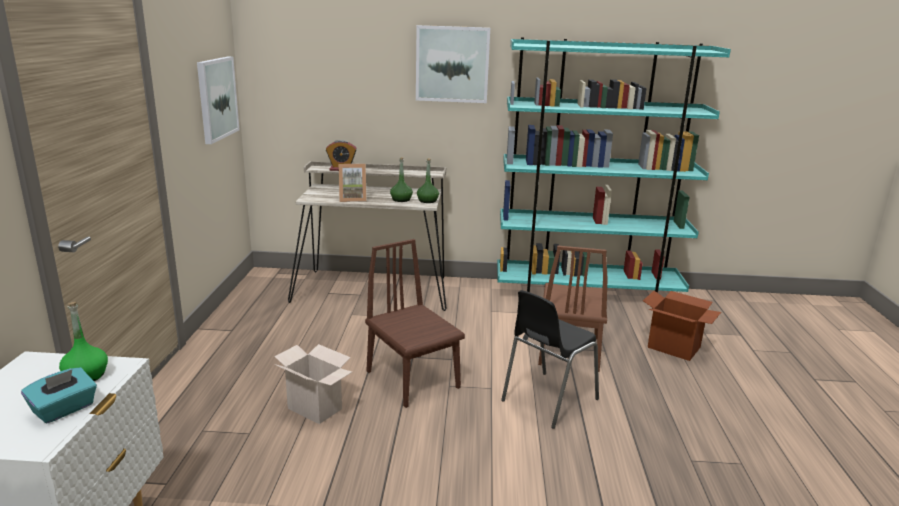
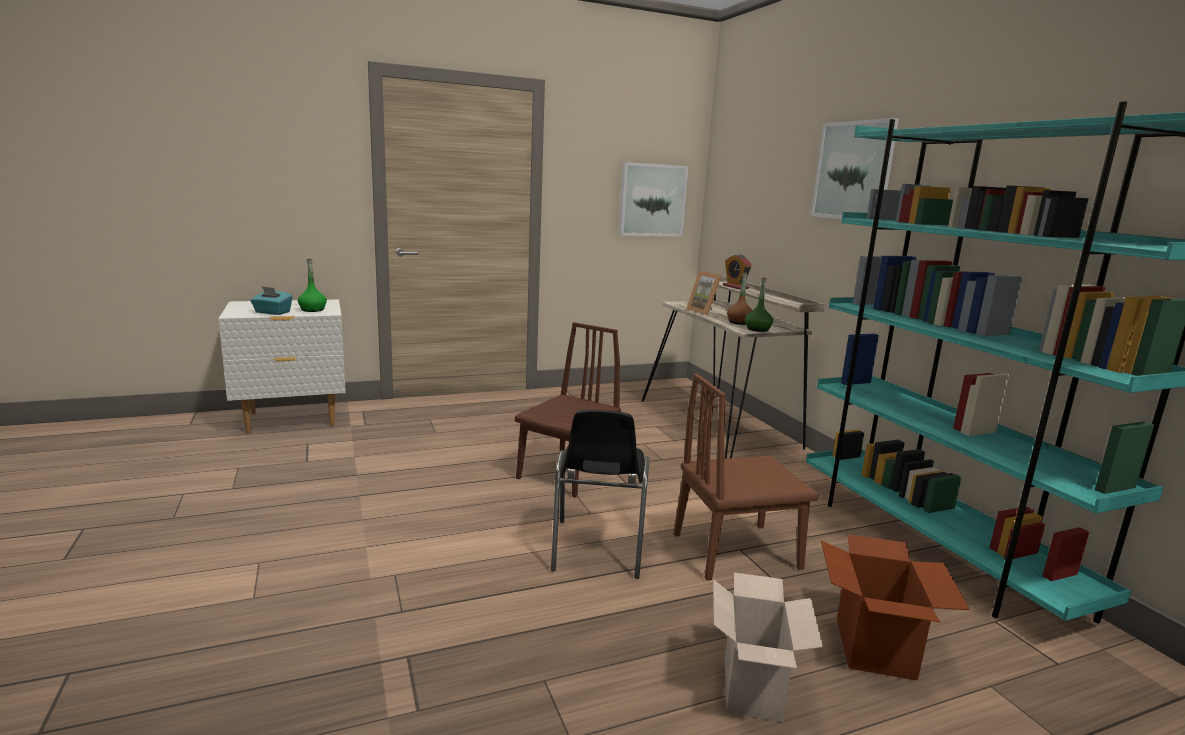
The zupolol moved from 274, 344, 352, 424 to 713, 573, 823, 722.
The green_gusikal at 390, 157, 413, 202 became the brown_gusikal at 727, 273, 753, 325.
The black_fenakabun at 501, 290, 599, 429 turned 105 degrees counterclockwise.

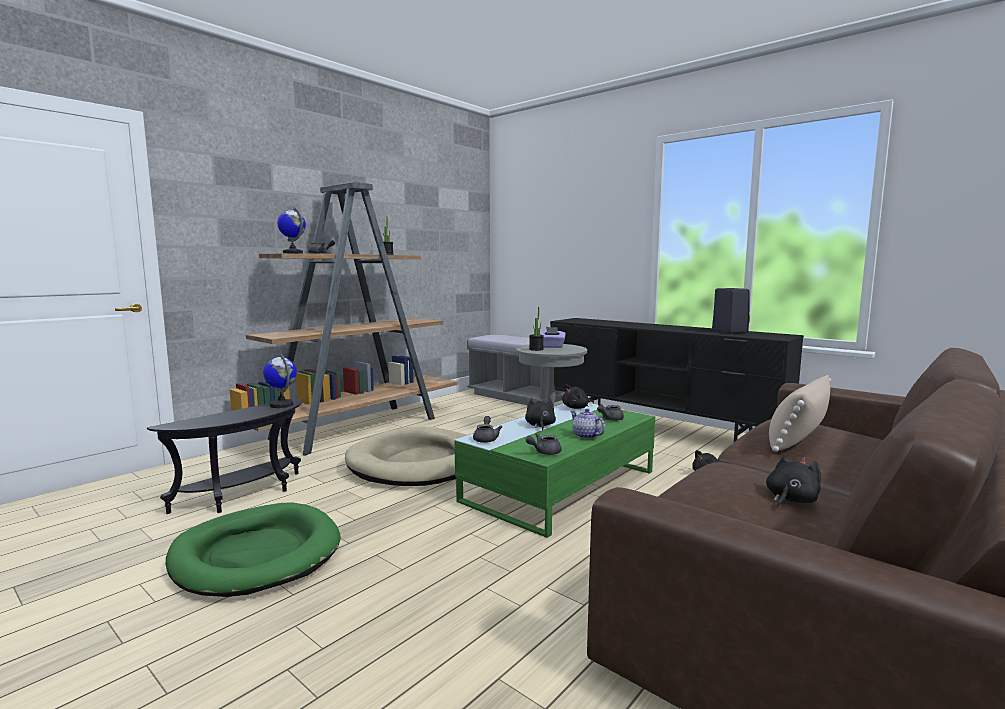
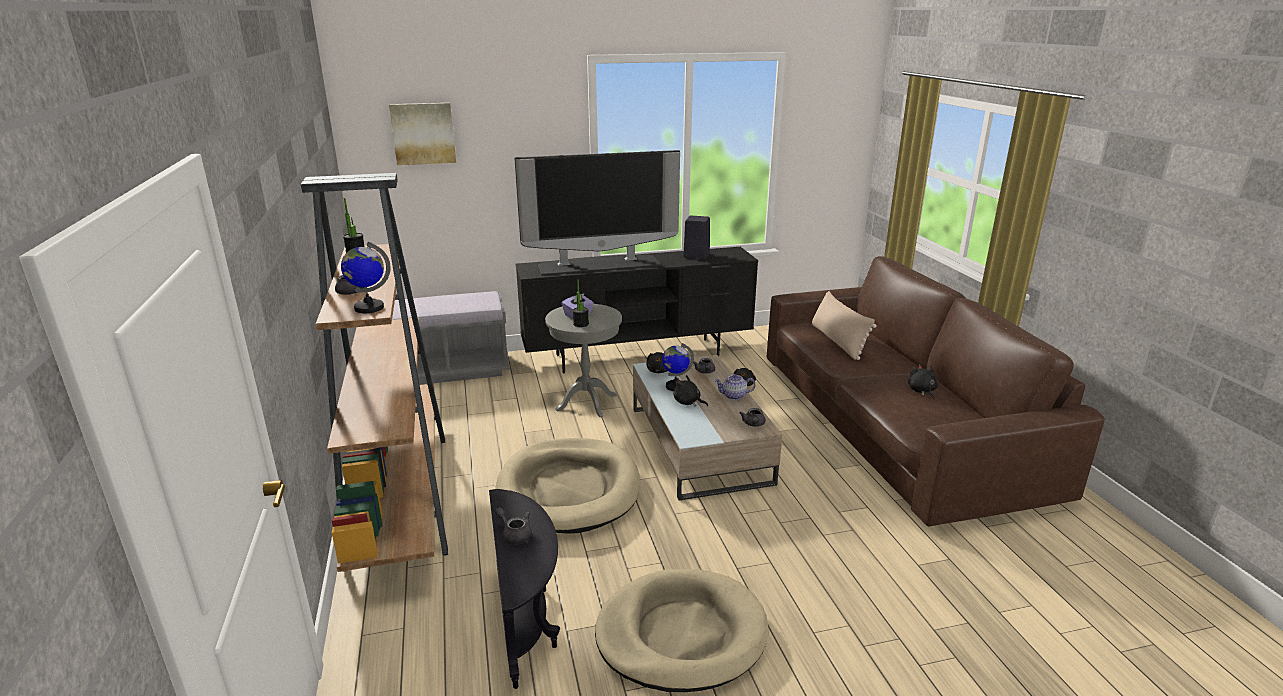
The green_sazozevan at 166, 503, 341, 597 became the beige_sazozevan at 595, 569, 768, 692.
The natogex moved from 263, 354, 297, 408 to 662, 343, 694, 391.
The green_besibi at 455, 403, 655, 538 became the beige_besibi at 633, 355, 782, 500.
The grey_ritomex moved from 473, 416, 502, 443 to 495, 507, 532, 544.
The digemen at 389, 103, 456, 165 appeared.
The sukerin at 514, 150, 680, 276 appeared.

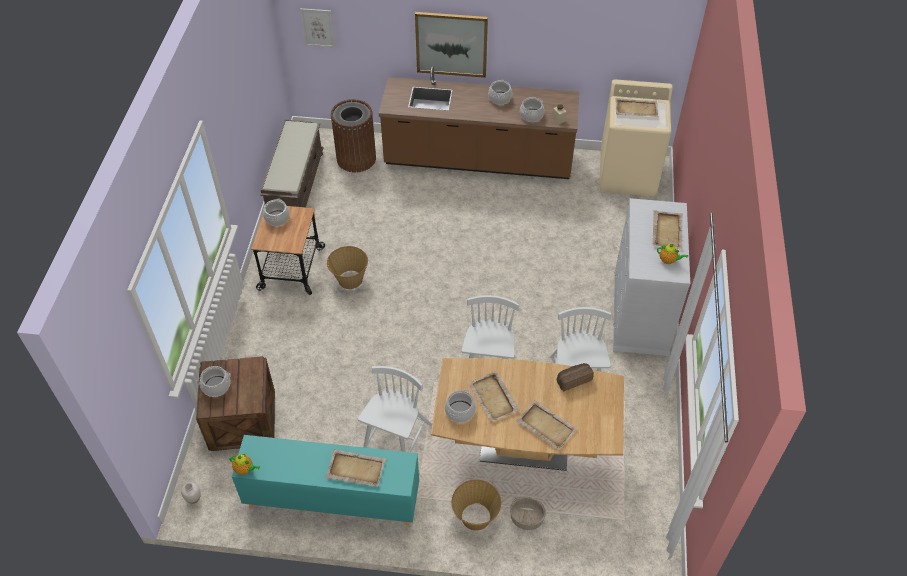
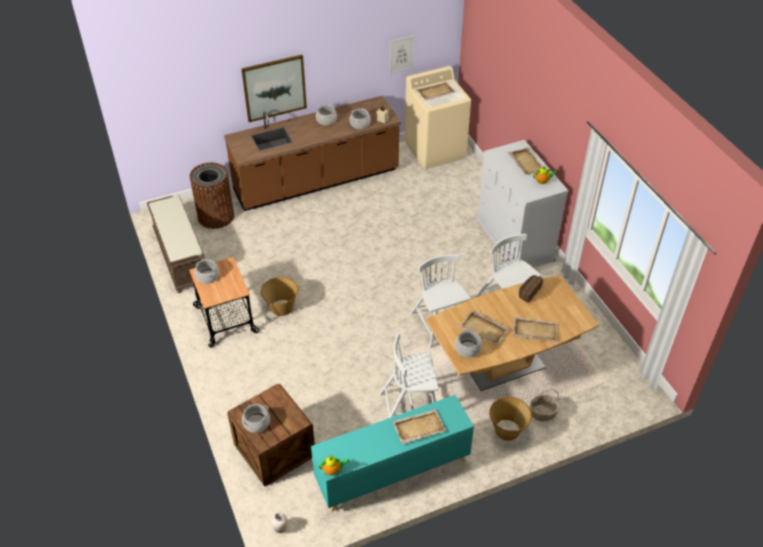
The digemen moved from 300, 8, 335, 48 to 390, 35, 414, 74.
The white_fenakabun at 358, 366, 432, 452 turned 90 degrees counterclockwise.

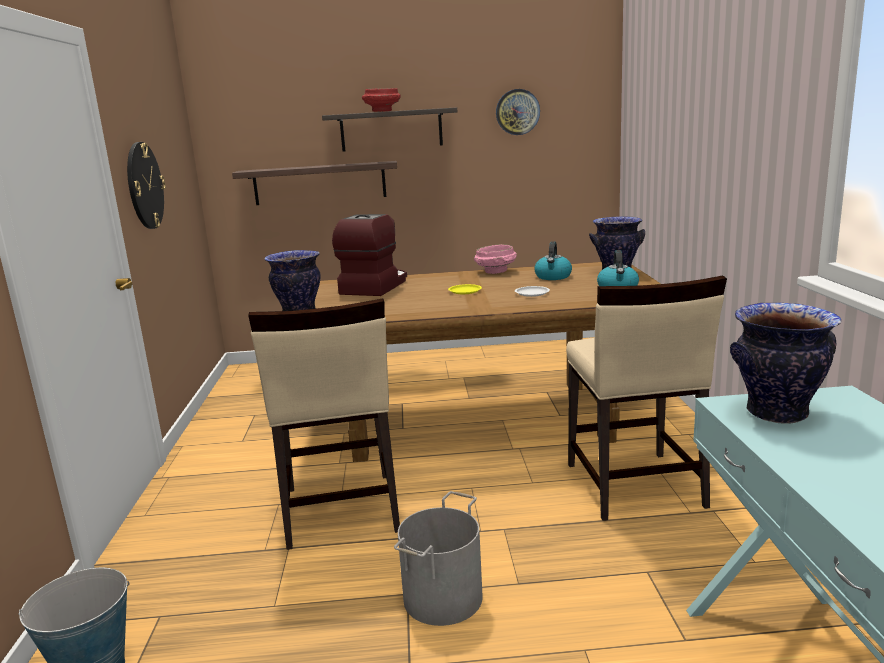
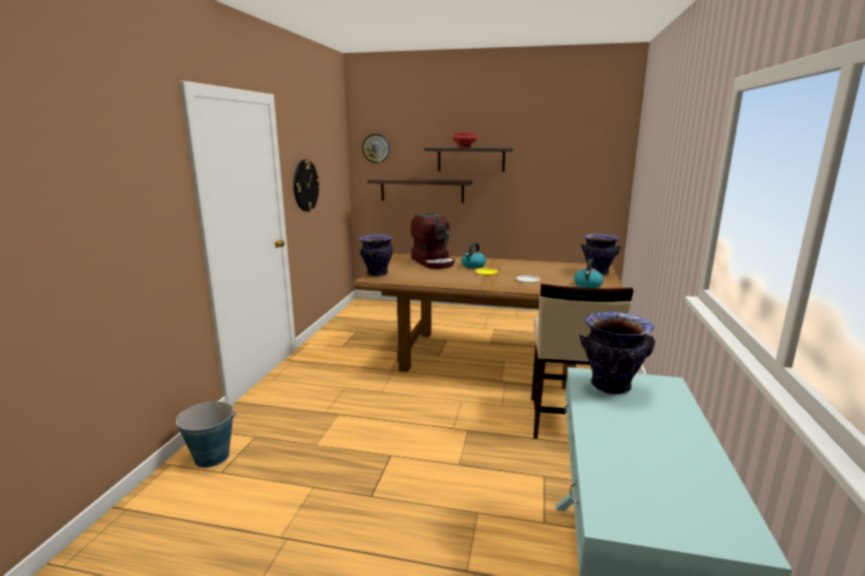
The beige_fenakabun at 248, 298, 400, 550 disappeared.
The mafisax at 332, 214, 407, 296 turned 120 degrees clockwise.
The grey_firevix at 394, 491, 483, 626 disappeared.
The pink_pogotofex at 474, 244, 517, 274 disappeared.
The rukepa moved from 496, 89, 540, 135 to 362, 134, 390, 163.
The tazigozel moved from 534, 241, 572, 280 to 461, 243, 486, 268.

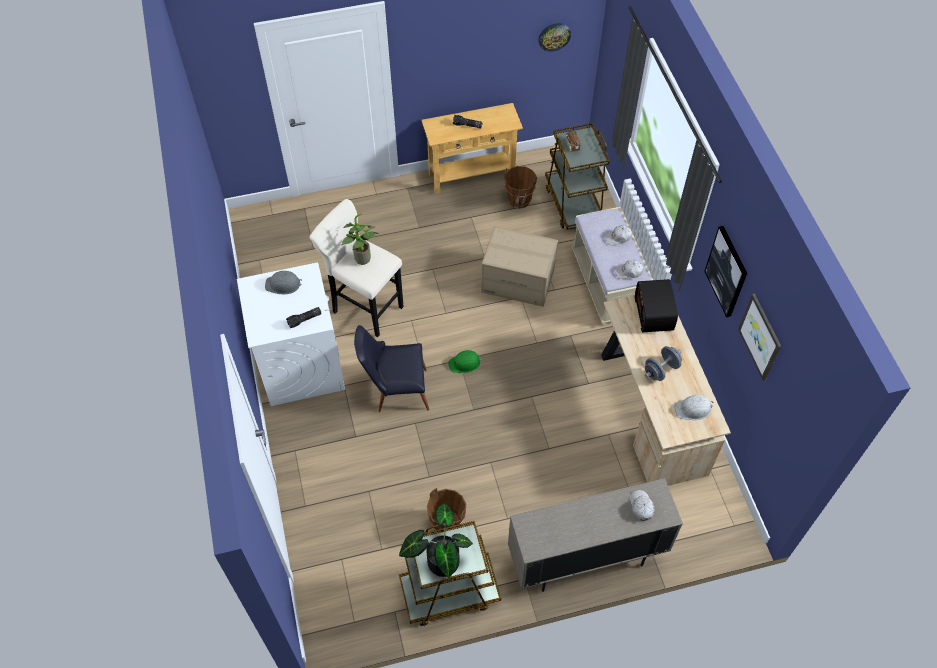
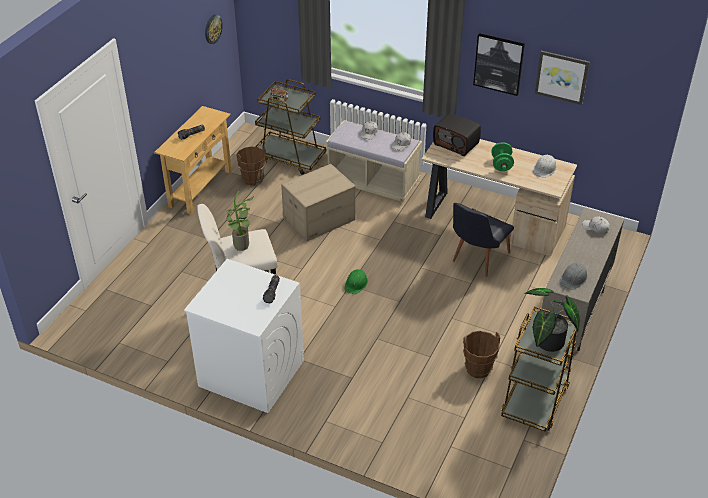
The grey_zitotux moved from 265, 271, 302, 294 to 559, 263, 588, 290.
The black_fenakabun moved from 354, 325, 430, 412 to 453, 203, 514, 277.
The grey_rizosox at 645, 346, 682, 381 became the green_rizosox at 491, 142, 514, 171.

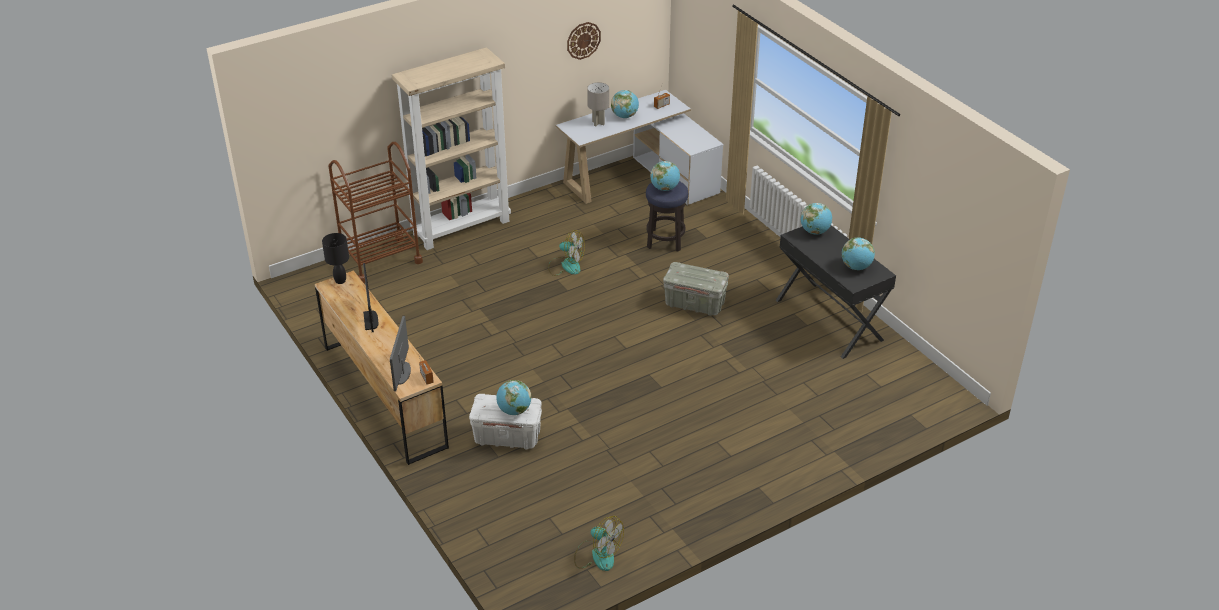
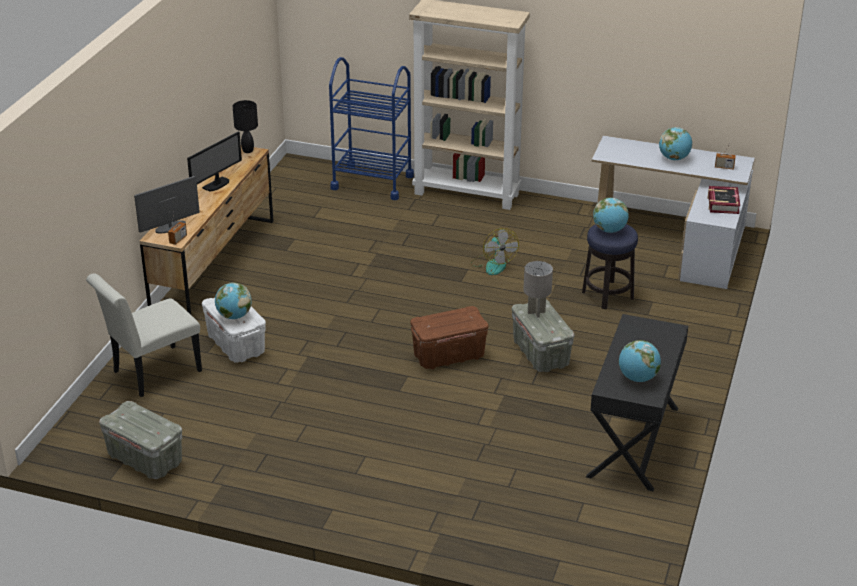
The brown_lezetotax at 328, 142, 423, 283 became the blue_lezetotax at 329, 57, 414, 200.
The rukepa at 567, 22, 601, 60 disappeared.
The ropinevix at 574, 516, 624, 571 was replaced by the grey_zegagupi at 99, 401, 182, 479.
The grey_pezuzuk moved from 587, 82, 609, 126 to 523, 261, 553, 318.
The natogex at 801, 203, 832, 234 disappeared.
The white_fenakabun at 86, 273, 202, 397 appeared.
The brown_zegagupi at 410, 306, 488, 369 appeared.
The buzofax at 708, 186, 740, 214 appeared.

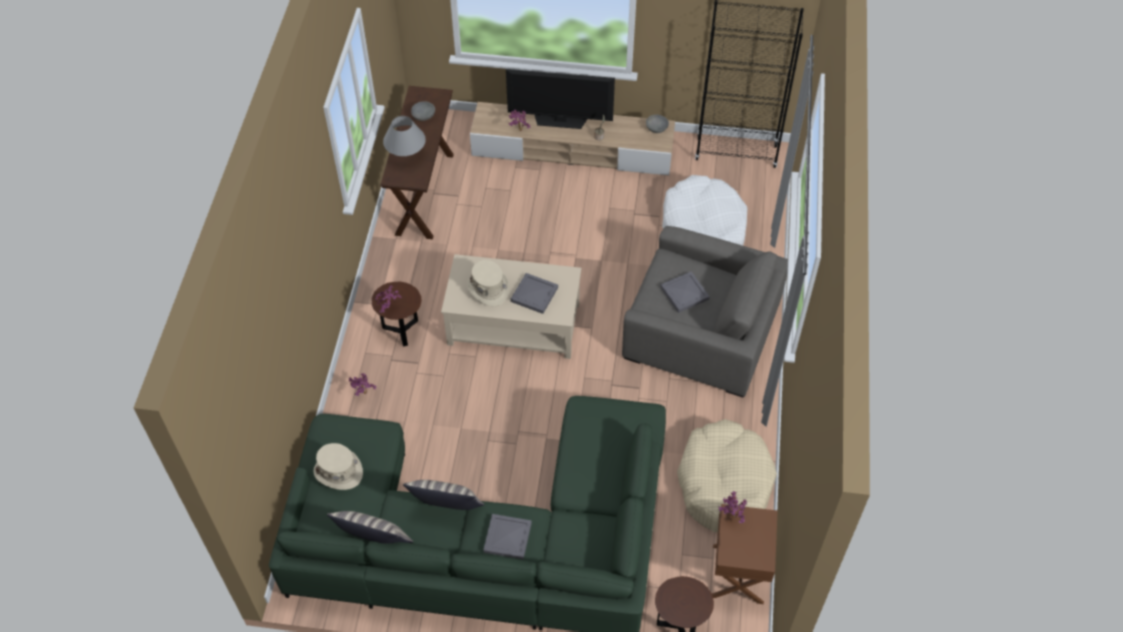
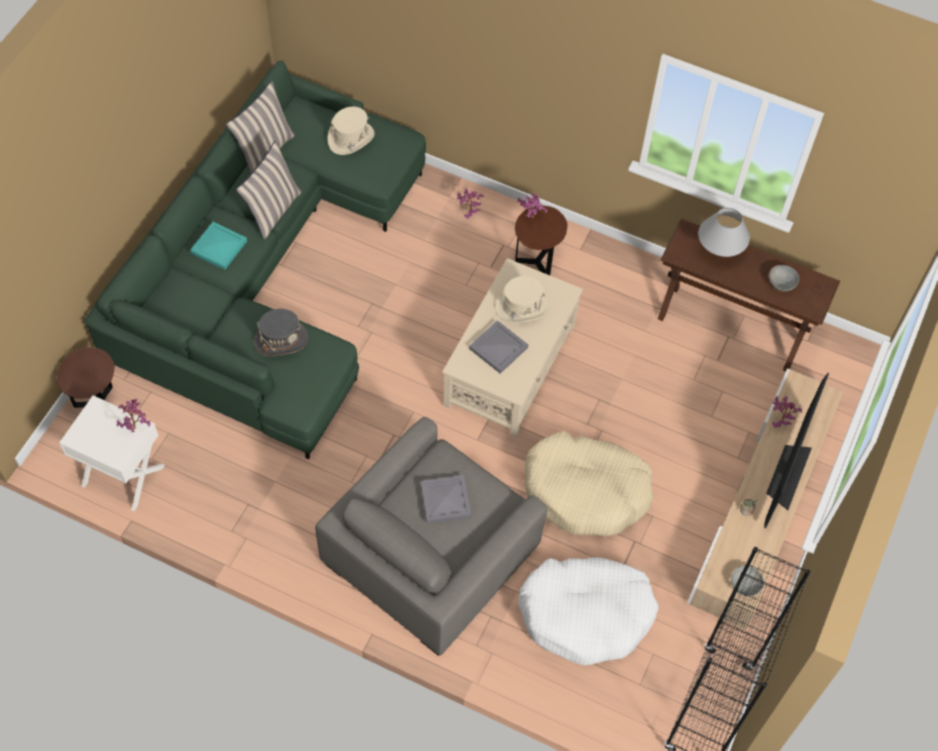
The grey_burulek at 483, 514, 532, 560 became the turquoise_burulek at 190, 222, 247, 270.
The beige_sazozevan moved from 677, 419, 777, 532 to 524, 431, 654, 537.
The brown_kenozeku at 712, 504, 778, 604 became the white_kenozeku at 59, 395, 165, 511.
The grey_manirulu at 254, 309, 309, 356 appeared.

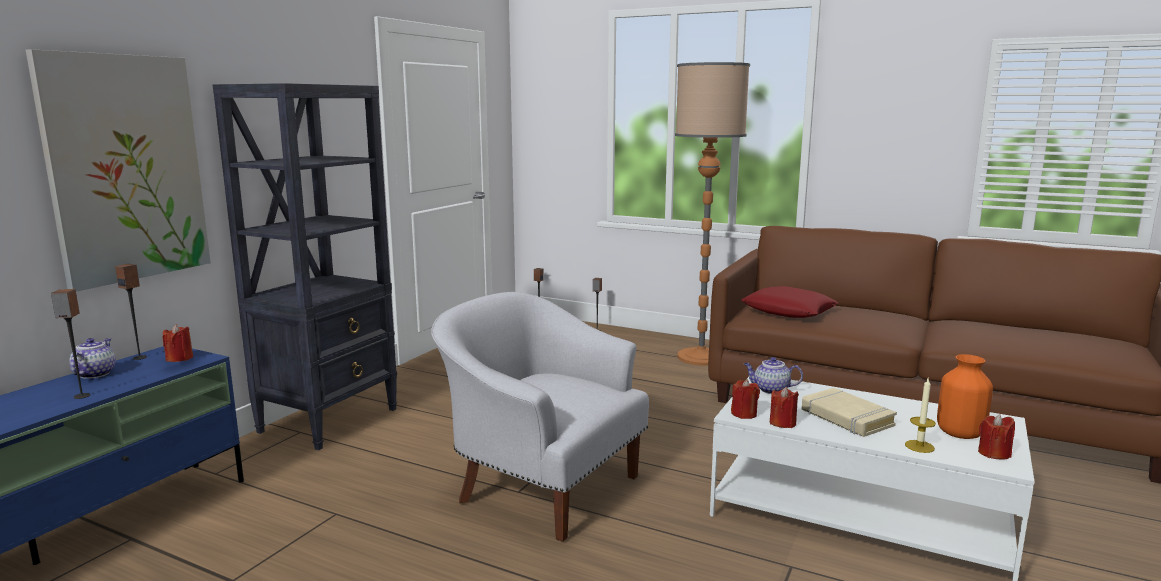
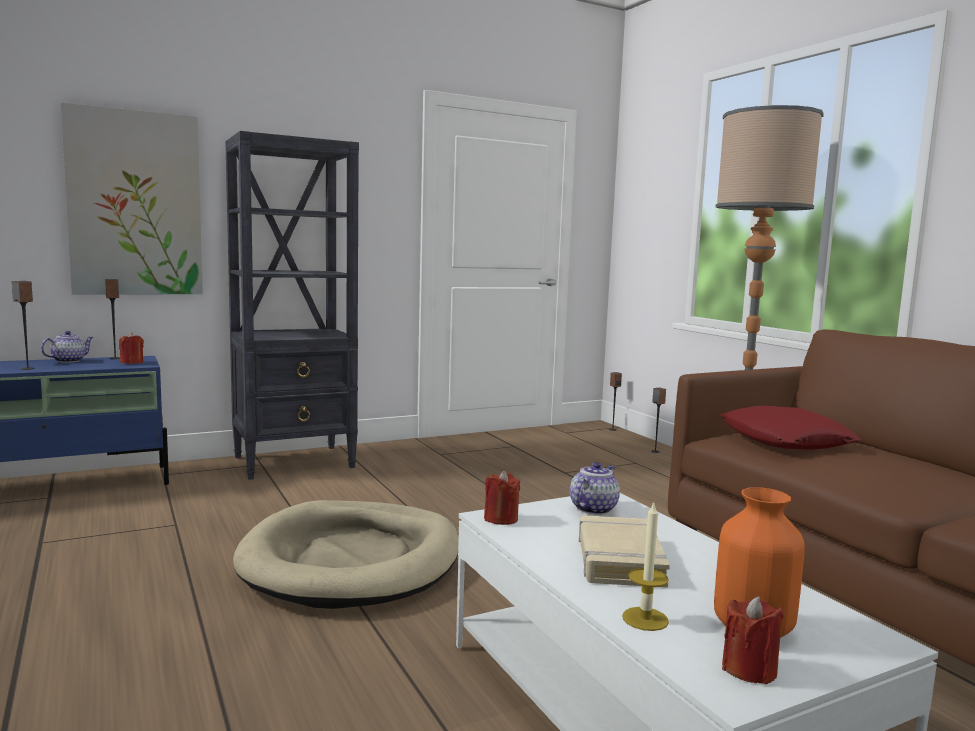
The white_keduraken at 431, 292, 649, 542 was replaced by the beige_sazozevan at 233, 500, 459, 609.
The ritomex at 744, 357, 803, 394 turned 75 degrees clockwise.
The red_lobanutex at 770, 387, 799, 428 disappeared.

